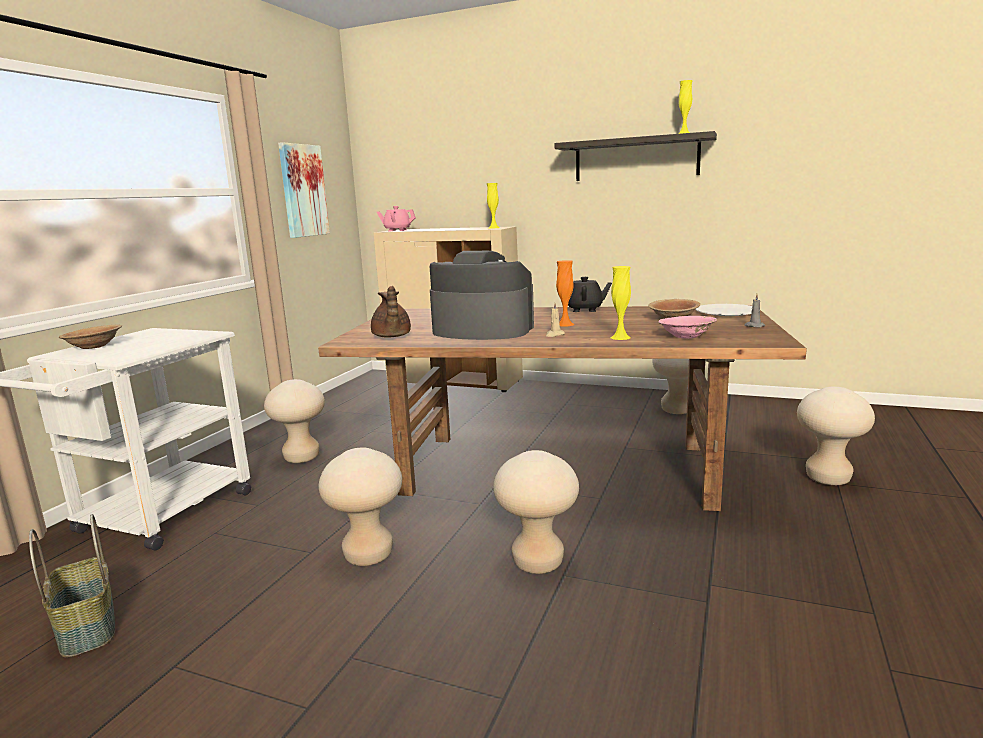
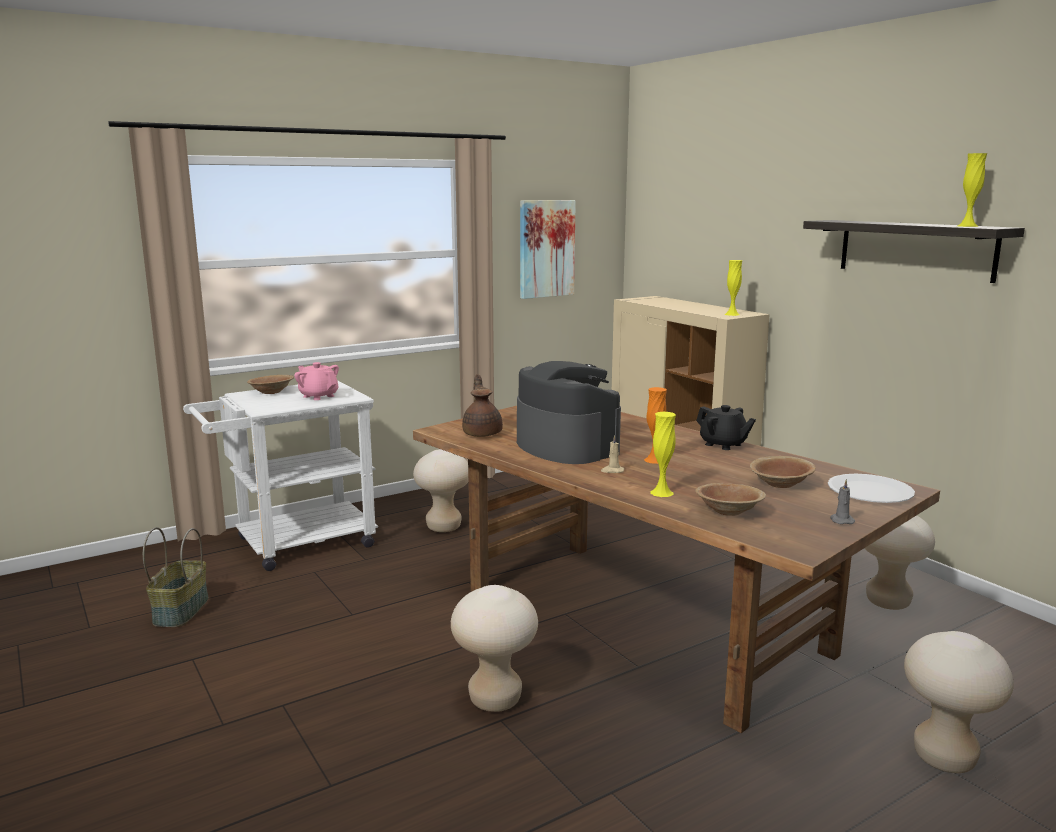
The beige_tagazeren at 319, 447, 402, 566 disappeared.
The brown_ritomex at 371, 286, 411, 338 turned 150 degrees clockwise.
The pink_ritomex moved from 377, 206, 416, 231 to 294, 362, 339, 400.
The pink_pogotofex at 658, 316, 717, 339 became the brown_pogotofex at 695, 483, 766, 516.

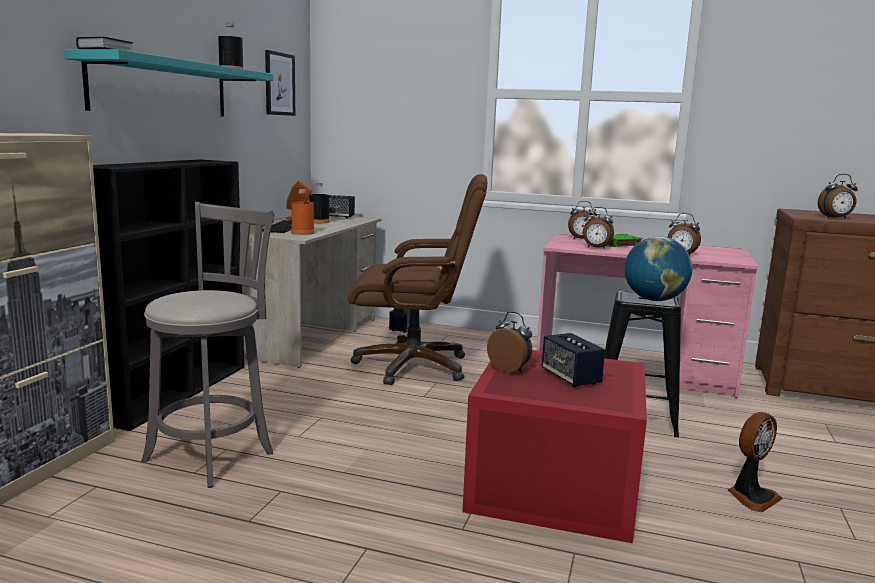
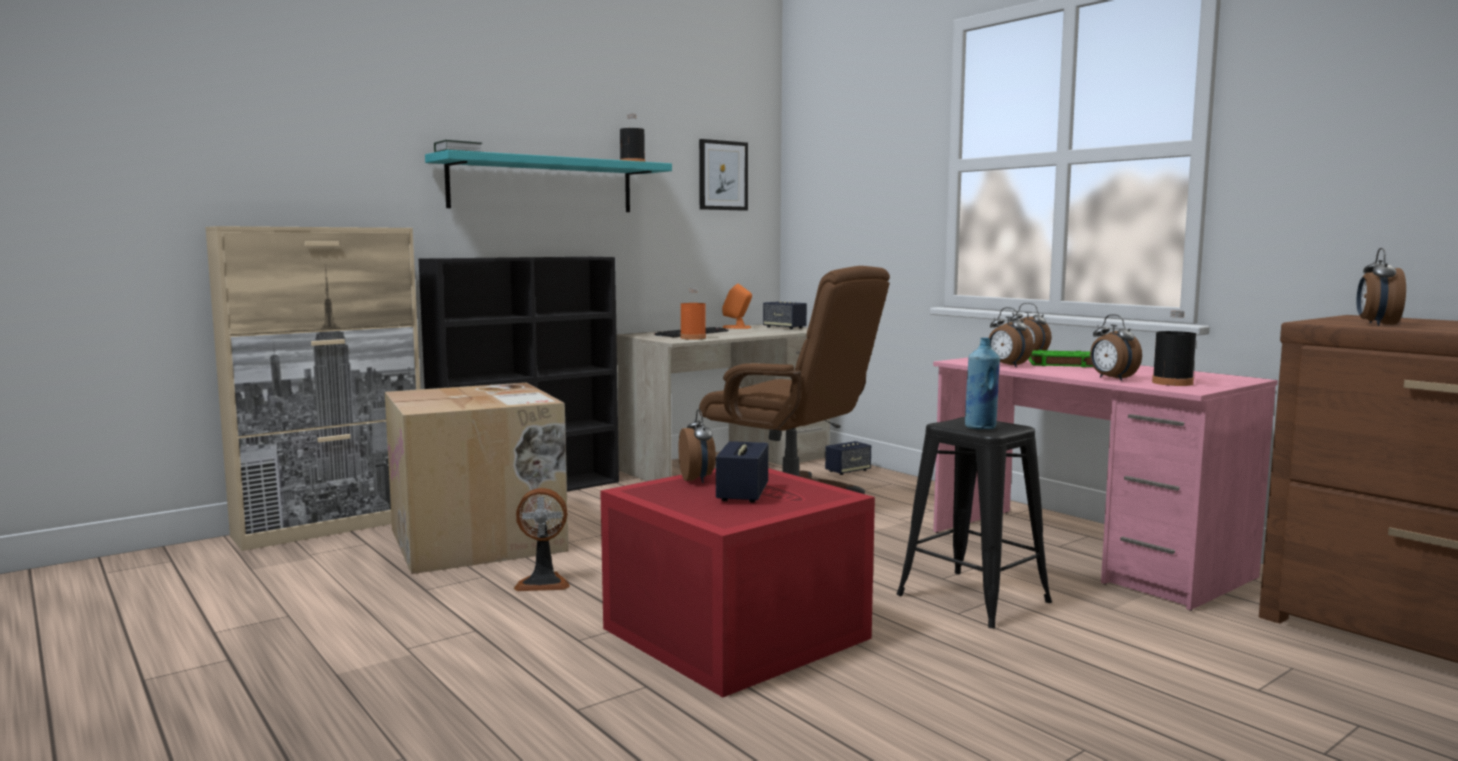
The grey_tagazeren at 142, 202, 274, 488 was replaced by the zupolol at 385, 383, 569, 574.
The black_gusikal moved from 309, 183, 329, 224 to 1152, 311, 1196, 386.
The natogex at 625, 236, 692, 301 was replaced by the blue_gusikal at 965, 338, 1000, 429.
The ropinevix moved from 728, 412, 783, 512 to 514, 488, 570, 591.
The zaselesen at 818, 174, 858, 219 turned 75 degrees clockwise.

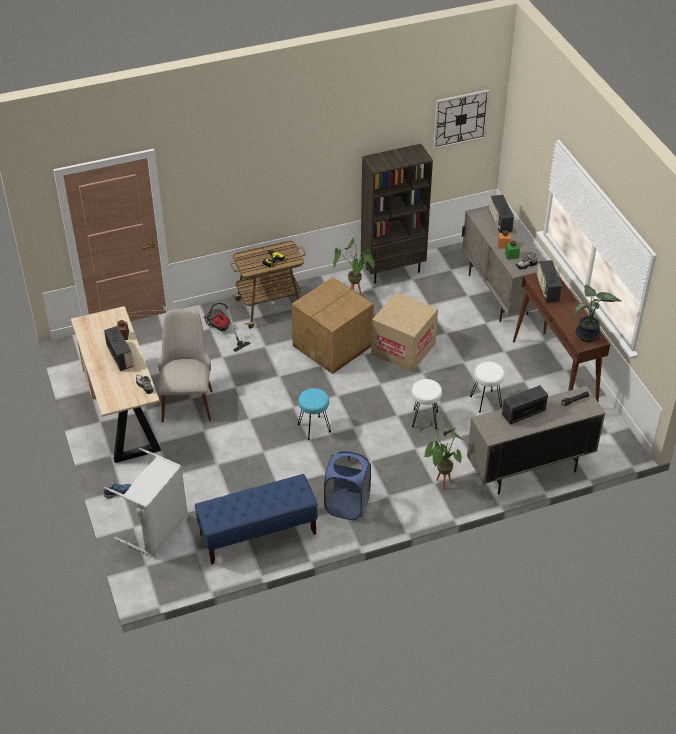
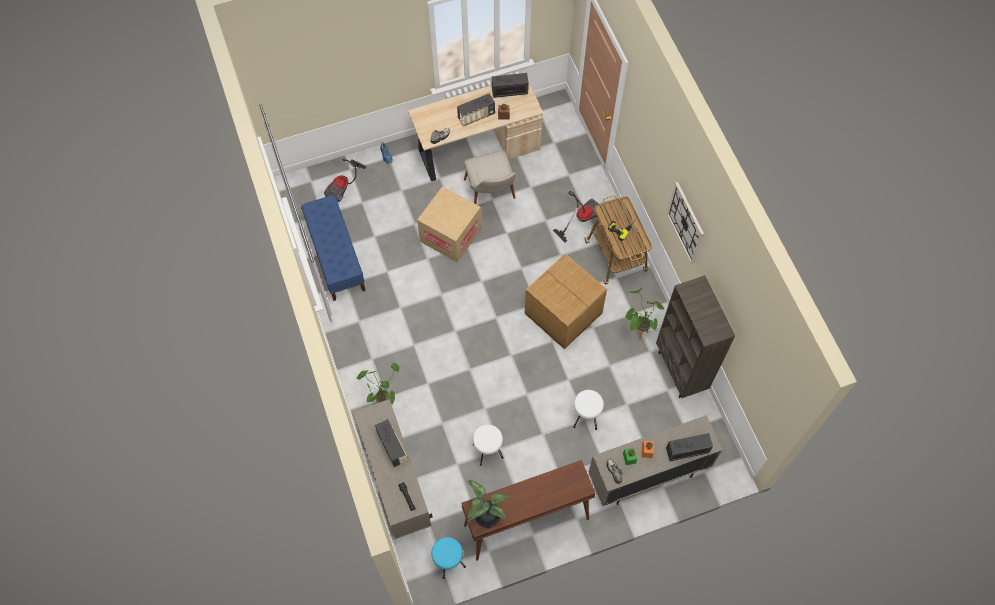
The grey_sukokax at 105, 448, 188, 558 was replaced by the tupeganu at 324, 159, 367, 202.
The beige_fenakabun at 158, 309, 213, 423 turned 75 degrees clockwise.
The turquoise_tagazeren moved from 298, 388, 331, 440 to 431, 537, 466, 579.
The blue_sukokax at 324, 451, 371, 520 disappeared.
The zupolol moved from 371, 292, 438, 372 to 417, 186, 481, 263.
The white_tagazeren moved from 411, 379, 442, 429 to 573, 390, 604, 430.
The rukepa moved from 433, 89, 490, 150 to 667, 182, 704, 264.
The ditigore moved from 537, 260, 562, 303 to 492, 73, 529, 98.

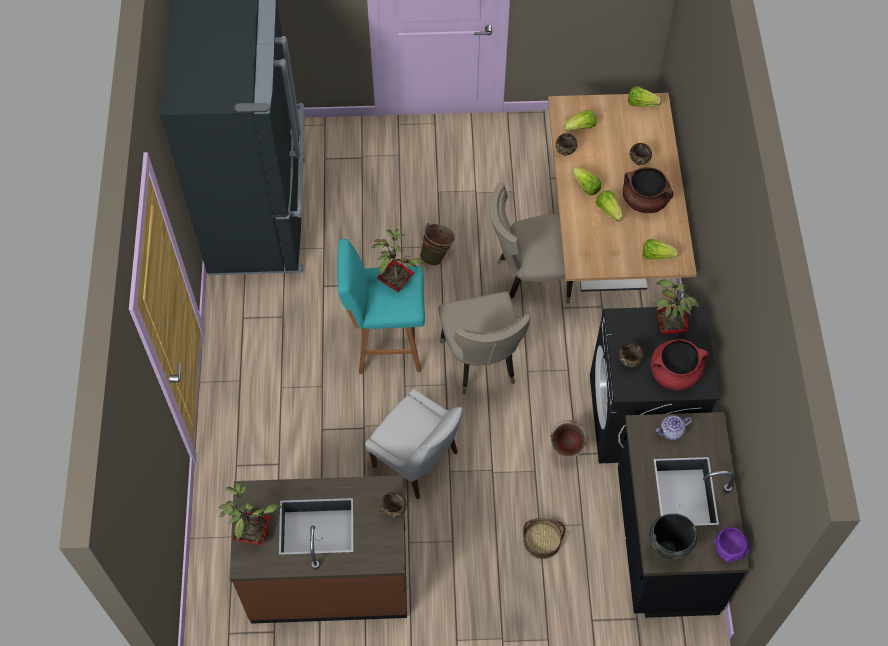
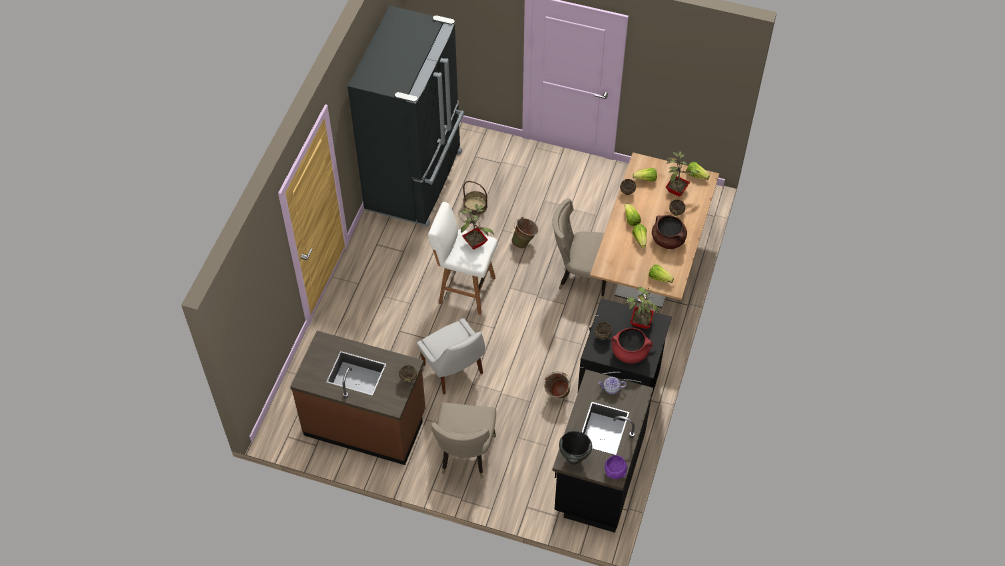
The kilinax moved from 219, 482, 281, 545 to 665, 151, 701, 196.
The turquoise_tagazeren at 337, 239, 425, 374 became the white_tagazeren at 428, 202, 497, 315.
The beige_fenakabun moved from 438, 292, 531, 394 to 431, 403, 496, 479.
The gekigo moved from 523, 518, 566, 559 to 463, 181, 488, 215.

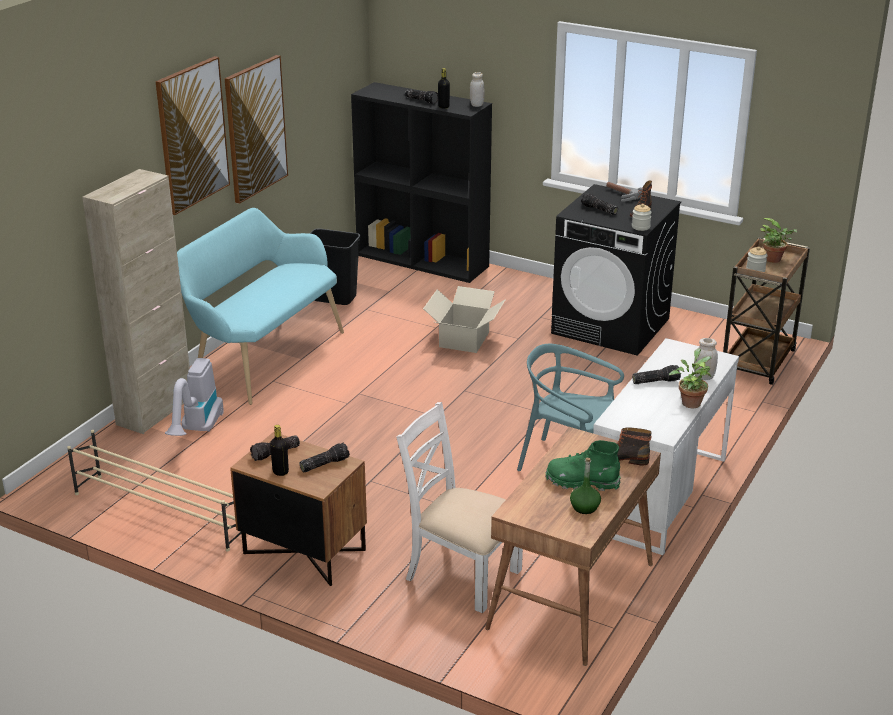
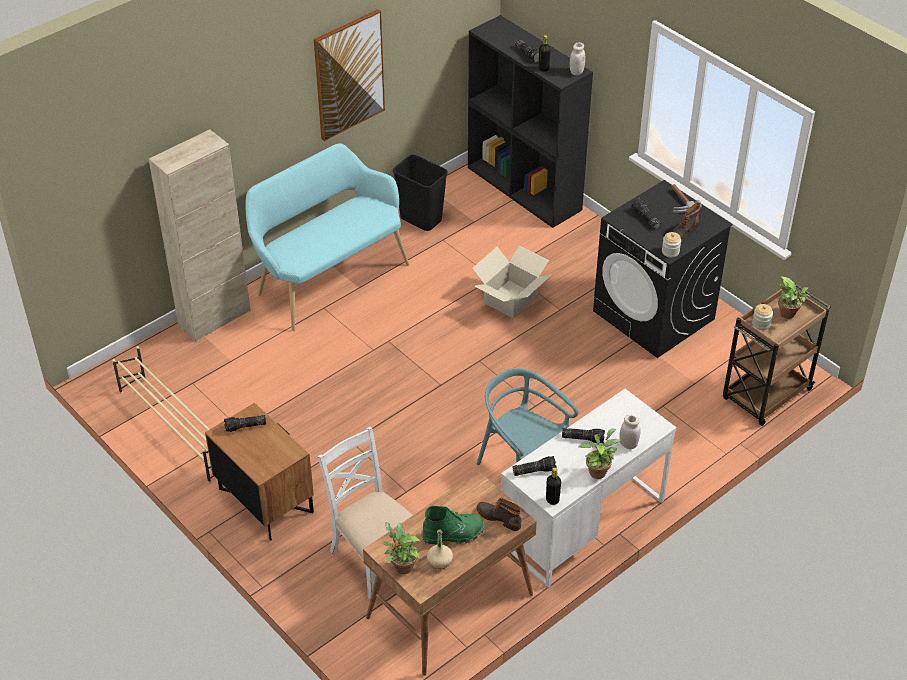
The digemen at 156, 56, 230, 215 disappeared.
The tupeganu at 165, 358, 224, 436 disappeared.
The black_gusikal moved from 270, 425, 289, 476 to 546, 467, 561, 505.
The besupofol moved from 299, 443, 350, 472 to 513, 456, 557, 476.
The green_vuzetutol at 545, 440, 621, 491 turned 135 degrees clockwise.
The green_gusikal at 570, 458, 601, 514 became the beige_gusikal at 427, 529, 453, 569.
The kilinax at 382, 522, 421, 574 appeared.

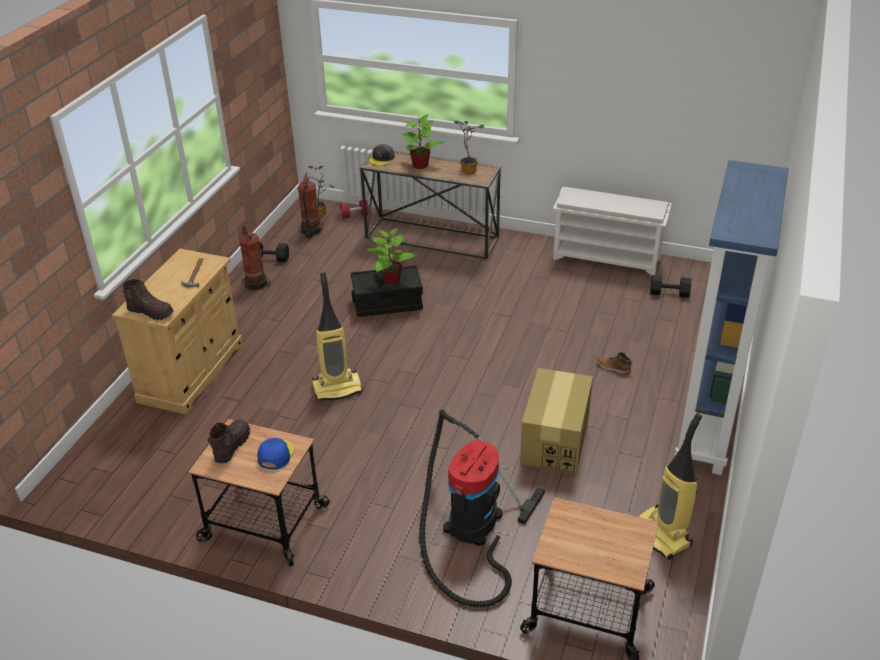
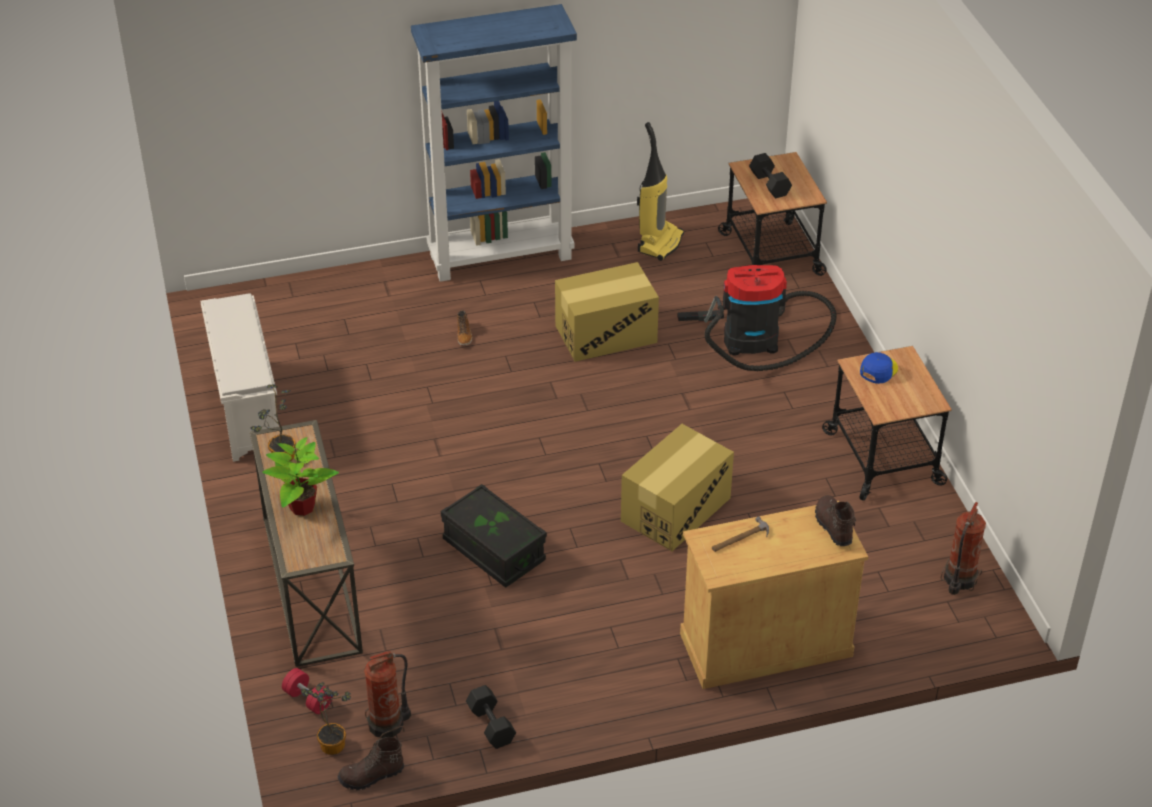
The brown_vuzetutol moved from 207, 419, 250, 463 to 338, 737, 404, 790.
The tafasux moved from 239, 225, 270, 292 to 941, 502, 986, 595.
The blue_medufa at 257, 438, 294, 470 turned 150 degrees clockwise.
The tupeganu at 312, 272, 363, 401 was replaced by the zupolol at 621, 424, 734, 551.
The kilinax at 367, 228, 417, 285 disappeared.
The grey_medufa at 369, 144, 395, 165 disappeared.
The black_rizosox moved from 650, 275, 691, 298 to 749, 153, 792, 198.

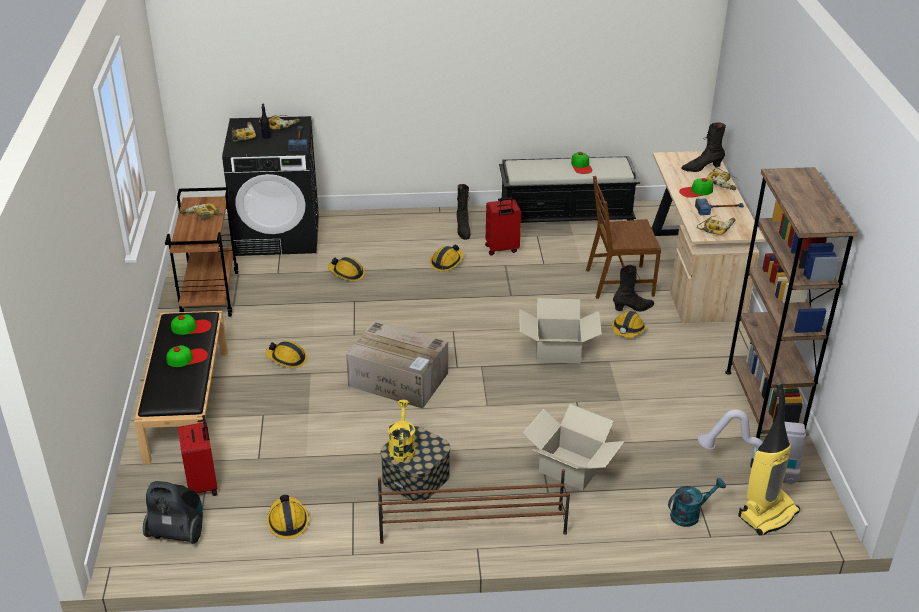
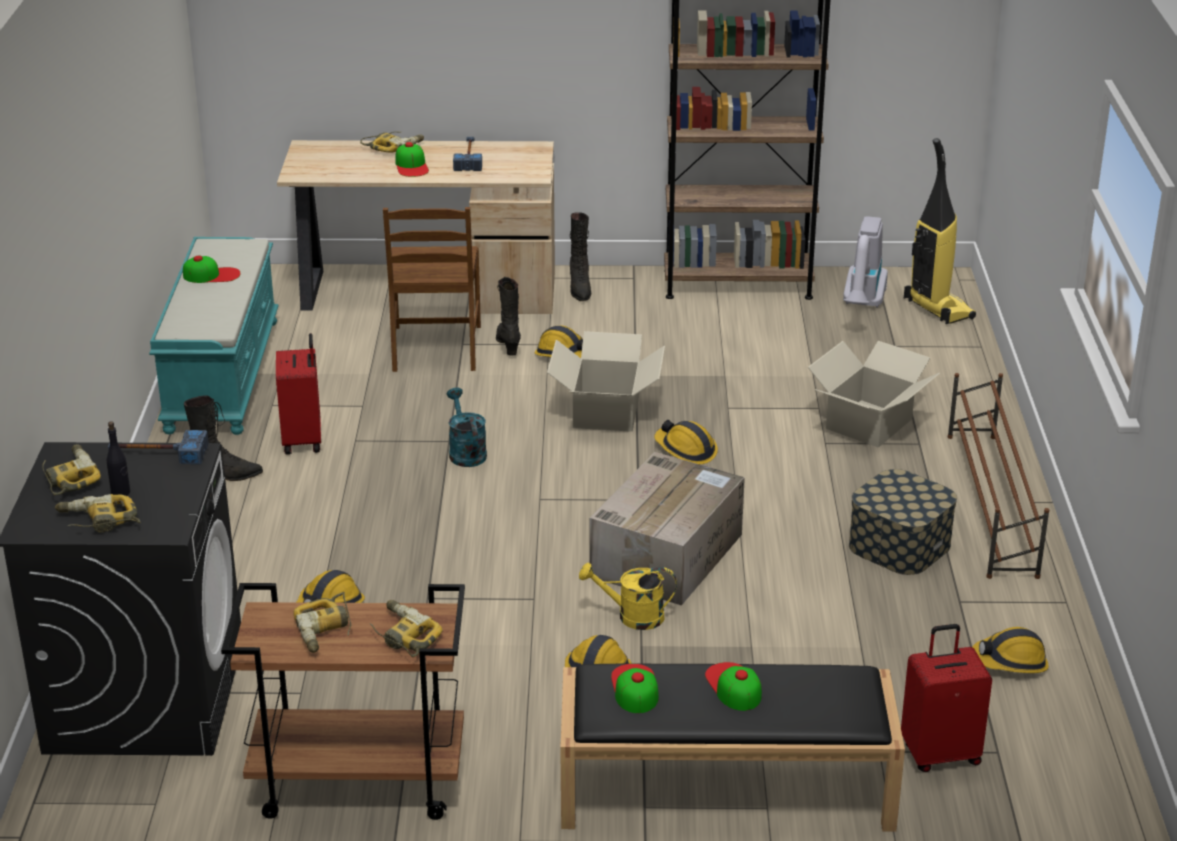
The tupeganu at 143, 481, 203, 544 disappeared.
The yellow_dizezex moved from 388, 400, 415, 462 to 579, 563, 677, 630.
The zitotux moved from 430, 245, 464, 272 to 654, 420, 718, 464.
The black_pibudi at 498, 156, 640, 223 became the turquoise_pibudi at 149, 237, 279, 435.
The turquoise_dizezex moved from 668, 478, 726, 527 to 447, 388, 487, 467.
The black_vuzetutol moved from 681, 122, 726, 172 to 570, 212, 591, 301.
The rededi moved from 697, 216, 735, 235 to 370, 600, 443, 657.

